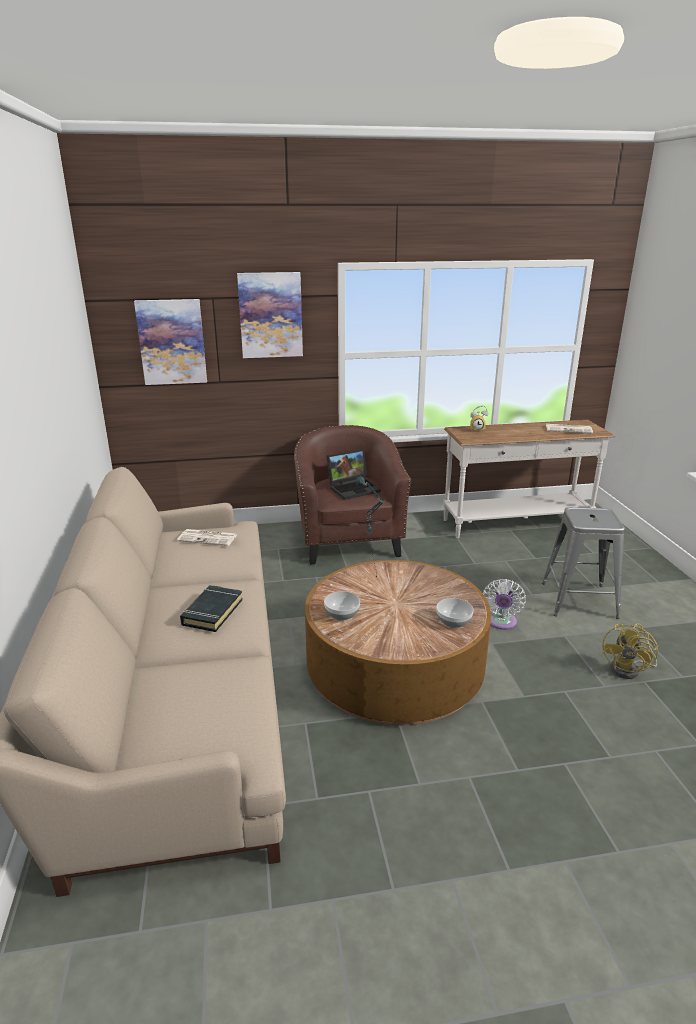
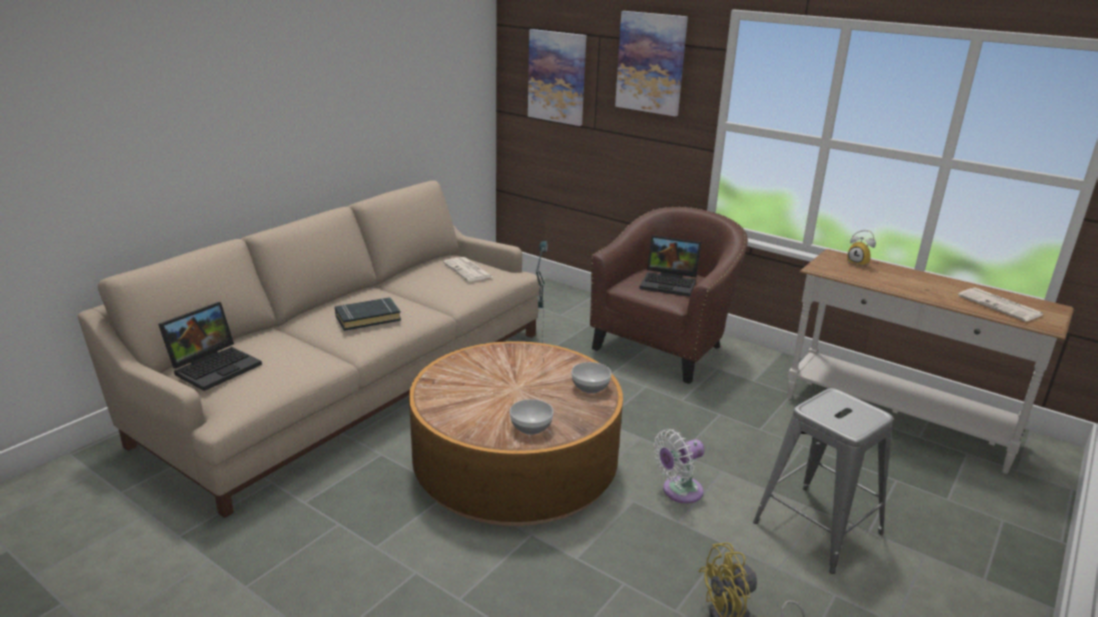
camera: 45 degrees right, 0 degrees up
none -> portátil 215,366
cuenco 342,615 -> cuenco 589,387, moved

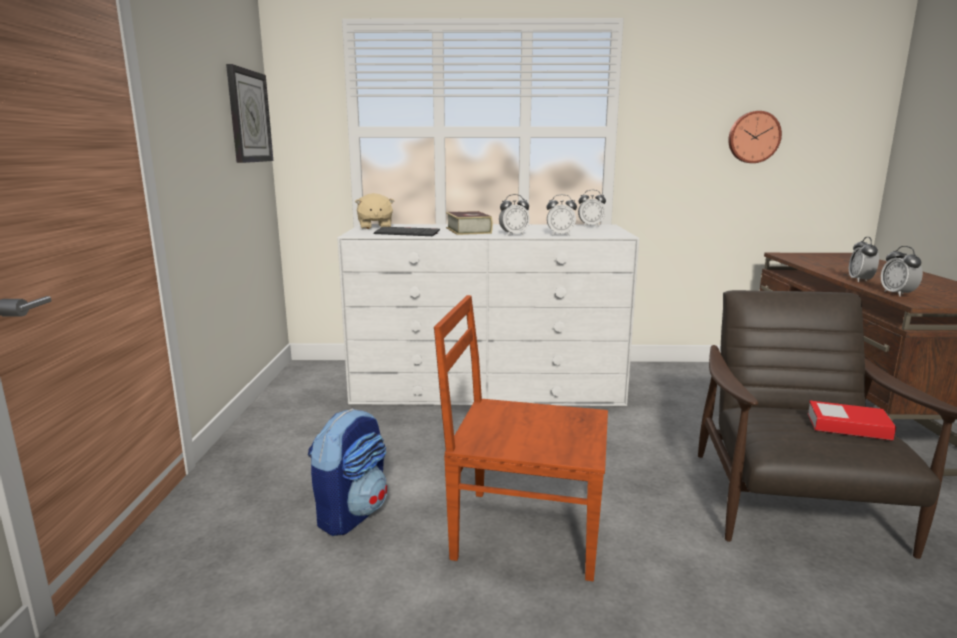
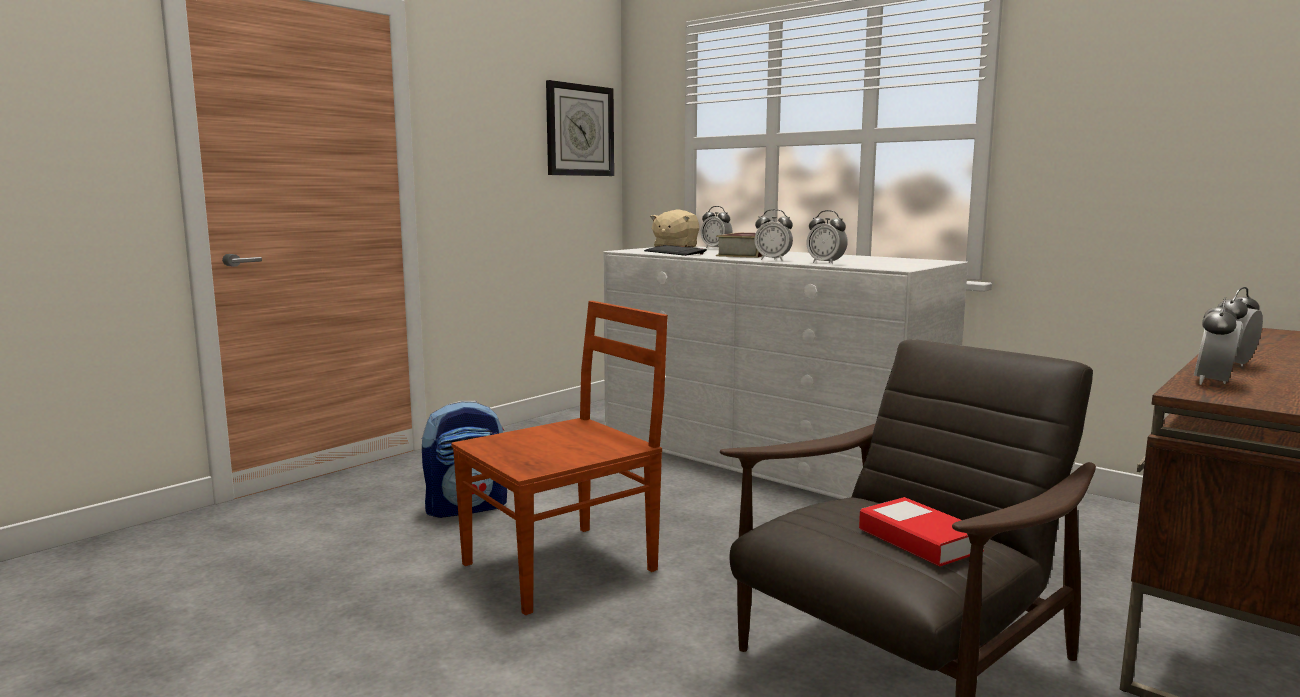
camera: 40 degrees right, 5 degrees down
reloj de pared 753,137 -> none
despertador 590,226 -> despertador 716,248, moved
silla [marrón] 523,531 -> silla [marrón] 564,565, 90 degrees clockwise

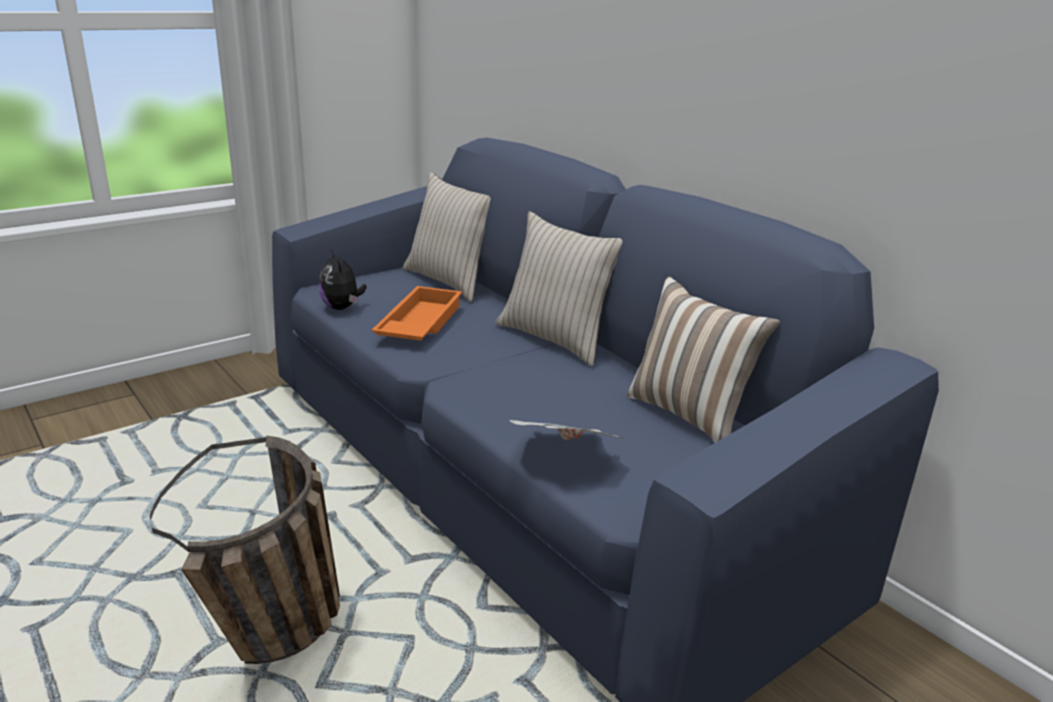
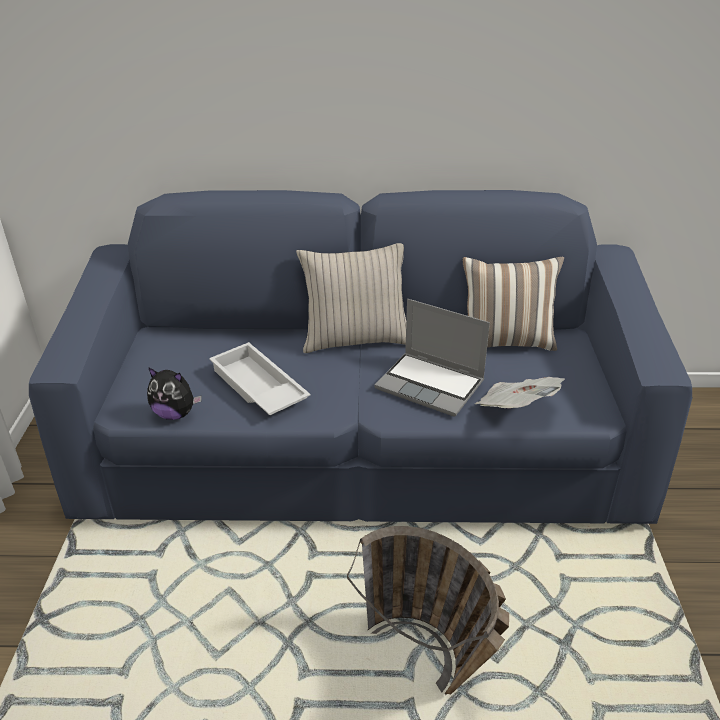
camera: 50 degrees left, 10 degrees up
cojín [beis] 450,281 -> none
none -> portátil 431,385
bandeja [naranja] 418,324 -> bandeja [blanco] 257,388

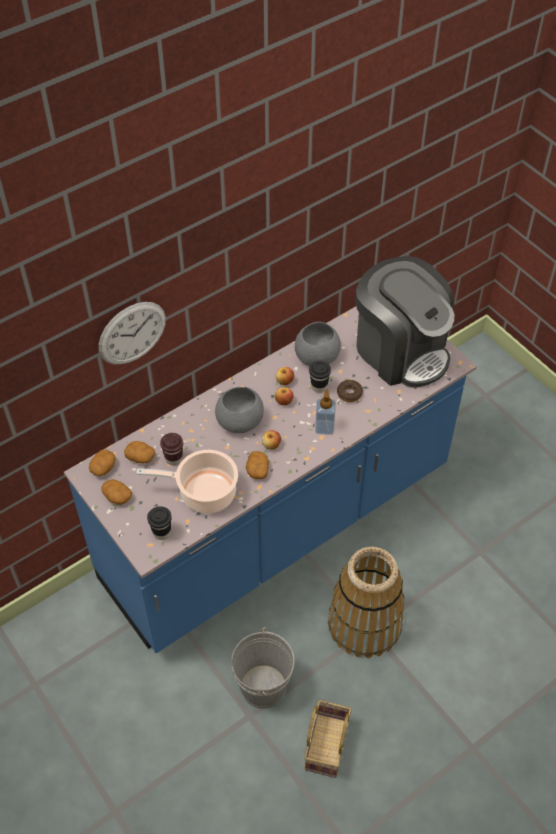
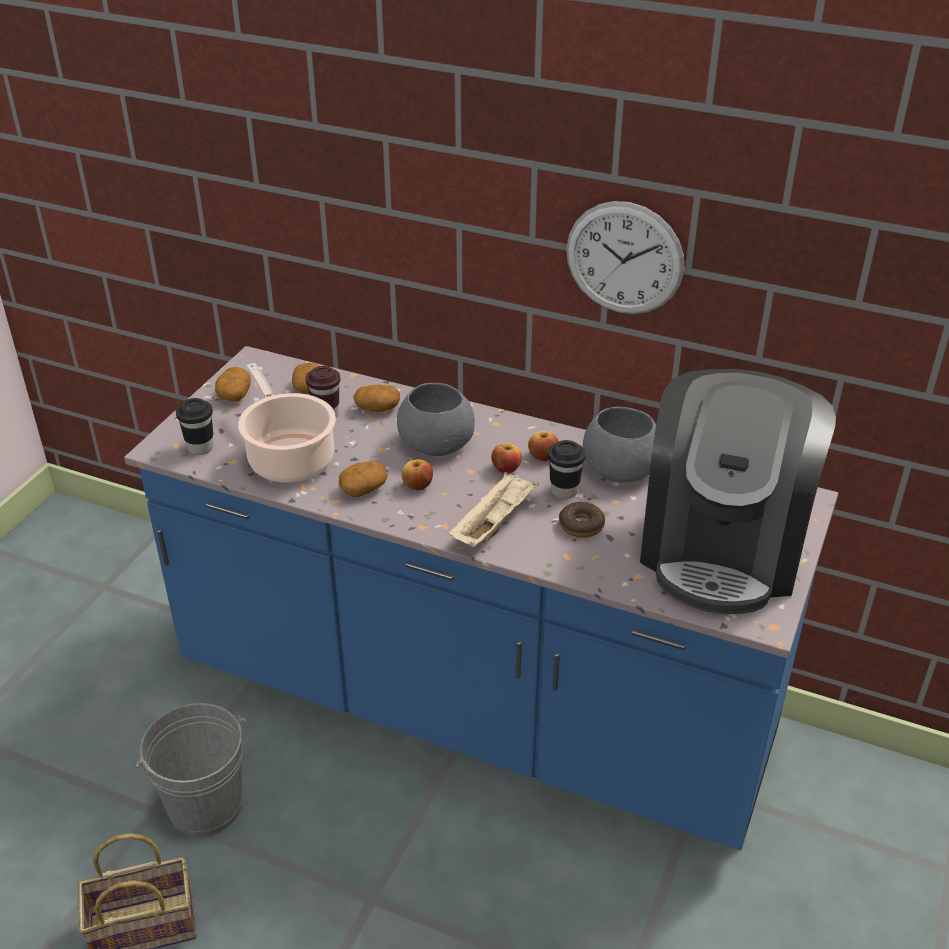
camera: 60 degrees right, 15 degrees down
cesta 365,623 -> none
patata 103,468 -> patata 377,408, moved
reloj de pared 132,333 -> reloj de pared 624,258, moved
dispensador de jabón 324,427 -> bandeja [beis] 494,523

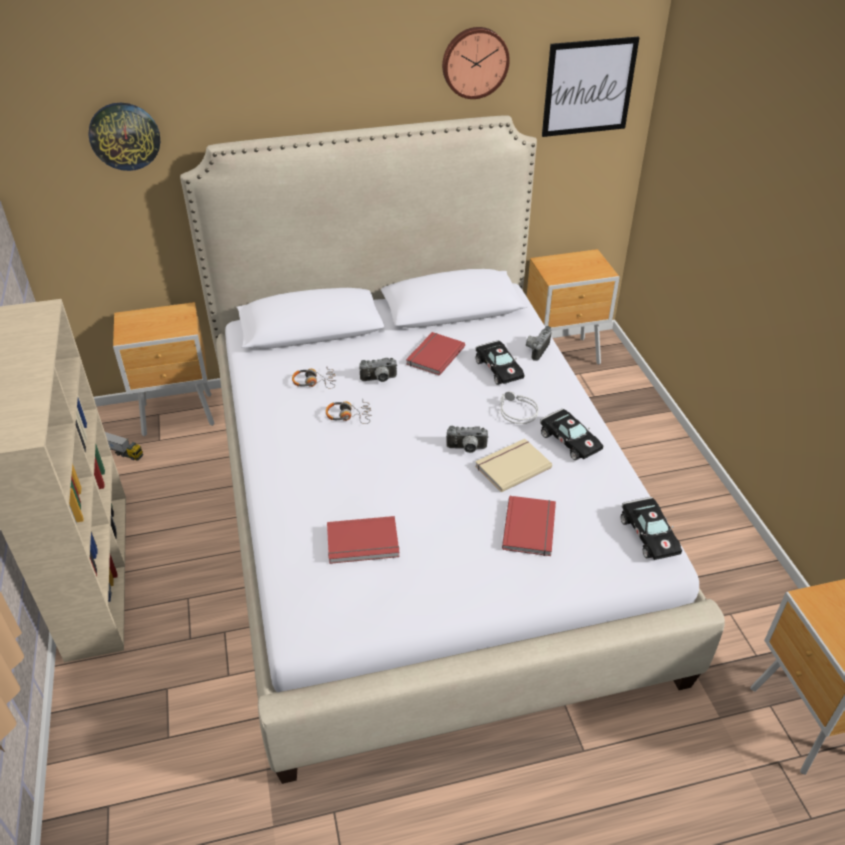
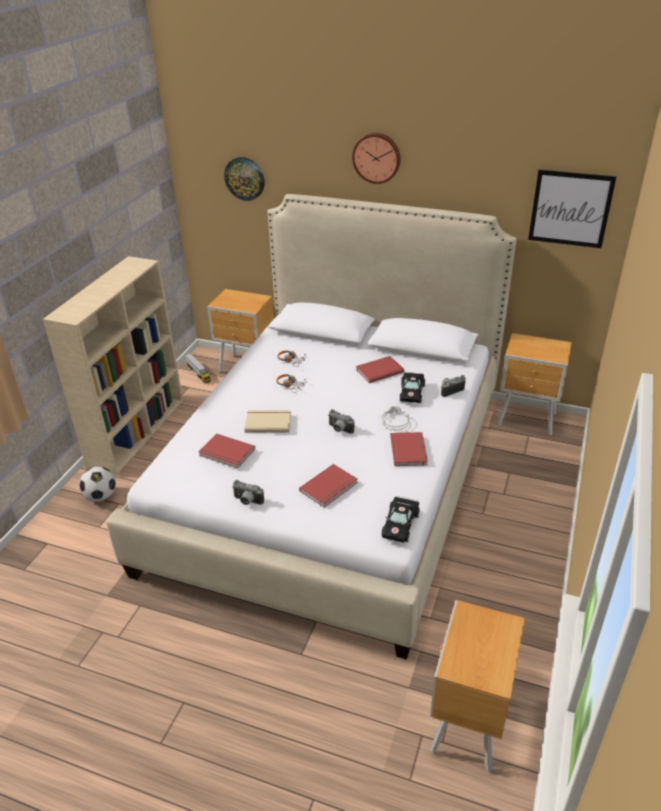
camera: 35 degrees right, 5 degrees down
none -> balón de fútbol 101,496
cámara 379,380 -> cámara 247,501, moved
reloj de pared 474,62 -> reloj de pared 377,157, moved
libro [beis] 511,466 -> libro [beis] 268,422, moved
coche de juguete [negro] 568,440 -> libro [rojo] 410,450

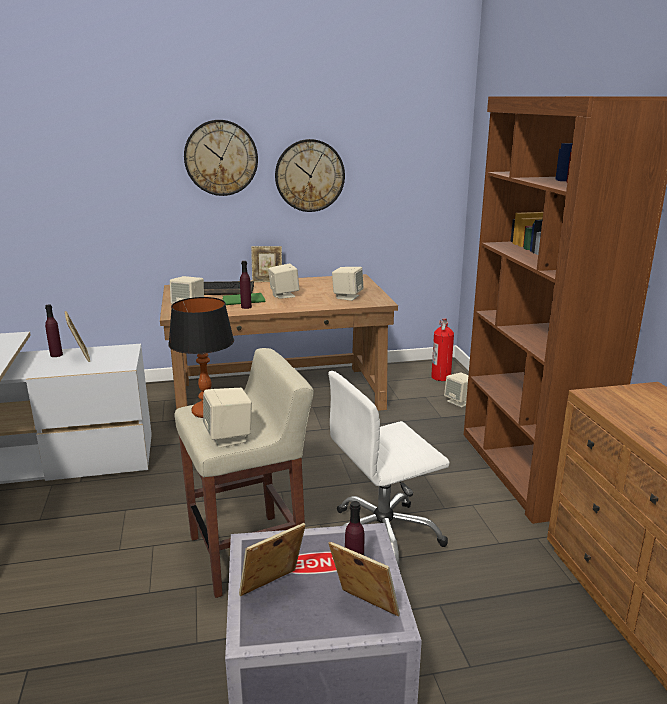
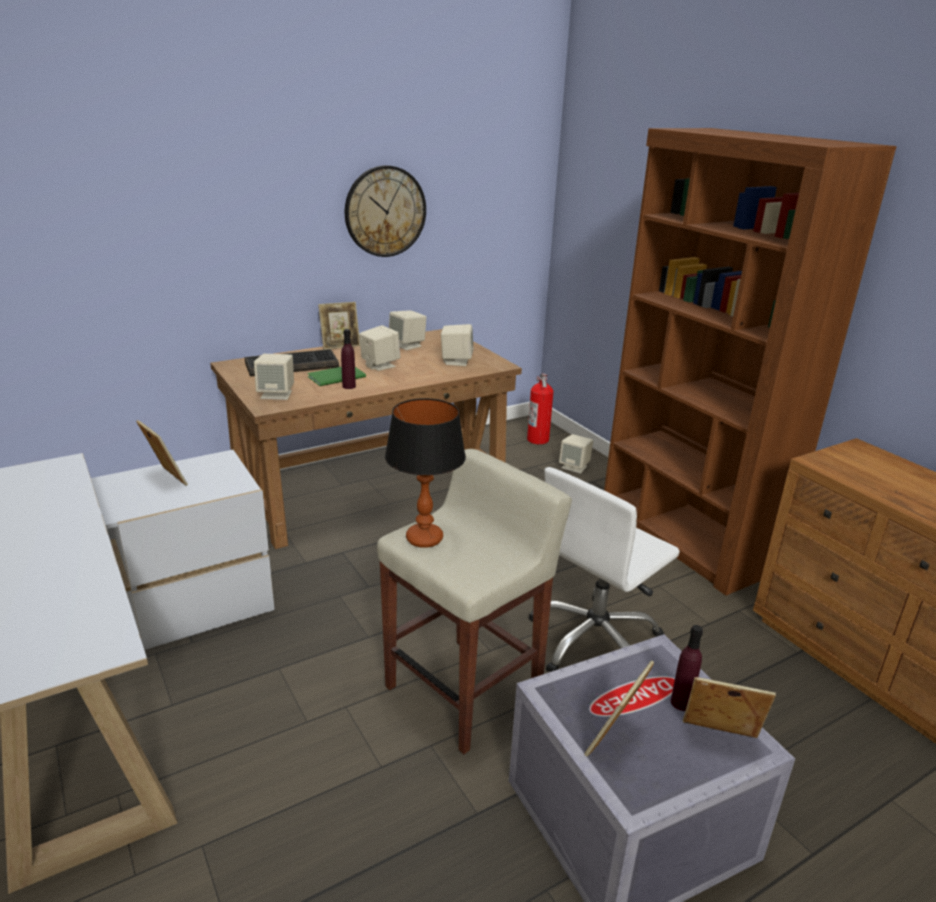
camera: 20 degrees left, 5 degrees up
botella [morado] 56,355 -> none
reloj de pared 221,158 -> none
altavoz [beis] 229,438 -> altavoz [beis] 407,345, moved

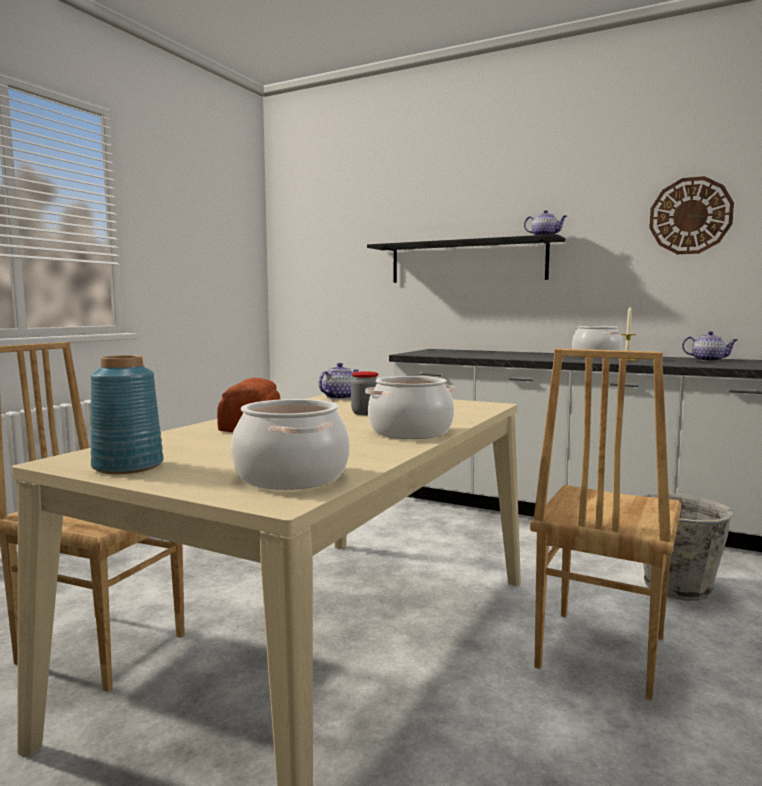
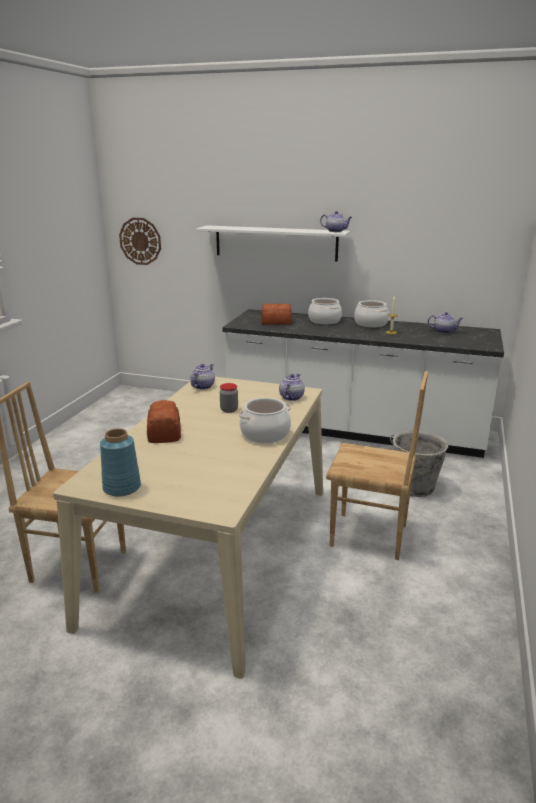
camera: 10 degrees left, 15 degrees up
none -> pan 275,322
none -> tetera 291,397
olla 292,477 -> olla 324,321, moved
reloj de pared 690,216 -> reloj de pared 140,241, moved
estante [negro] 466,262 -> estante [blanco] 275,243
silla [marrón] 598,652 -> silla [marrón] 369,537, 90 degrees counterclockwise

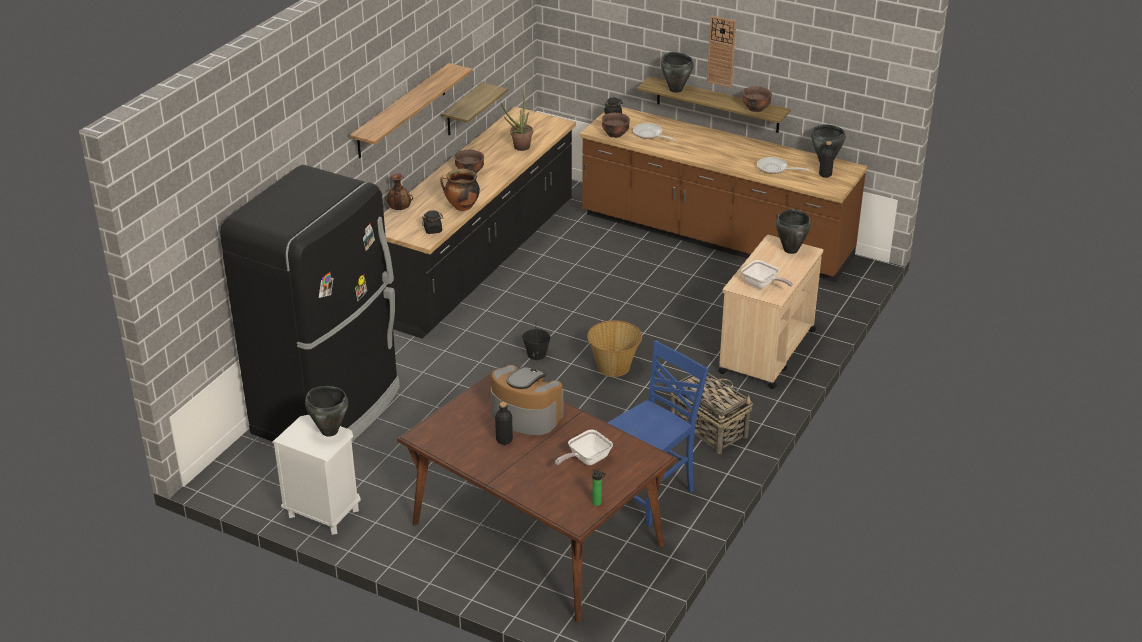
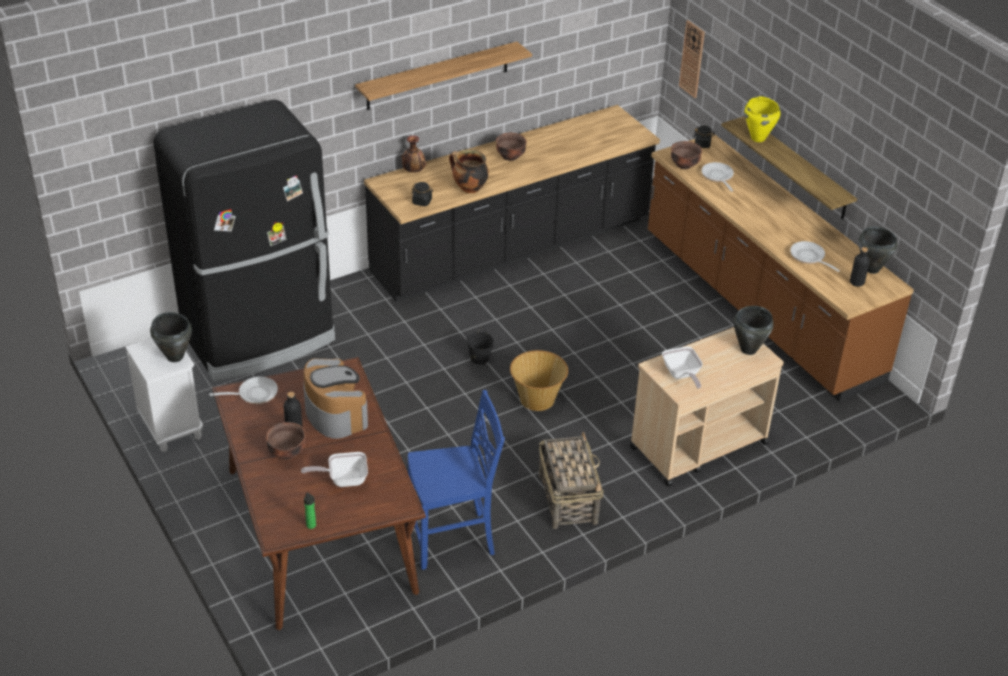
camera: 30 degrees right, 5 degrees up
estante 462,110 -> none
planta en maceta 519,148 -> none
none -> sartén 254,394
reloj de pared 721,51 -> reloj de pared 692,59, moved
cuenco [marrón] 755,108 -> cuenco [marrón] 286,452, moved
olla [negro] 675,89 -> olla [amarillo] 758,138

